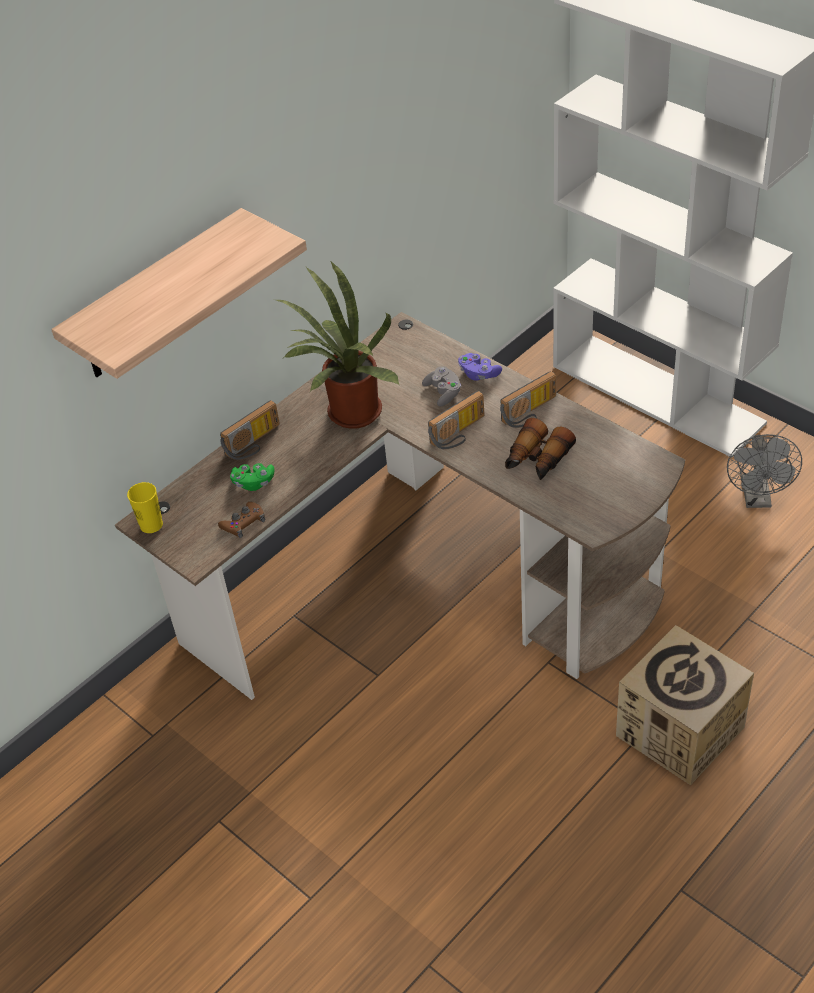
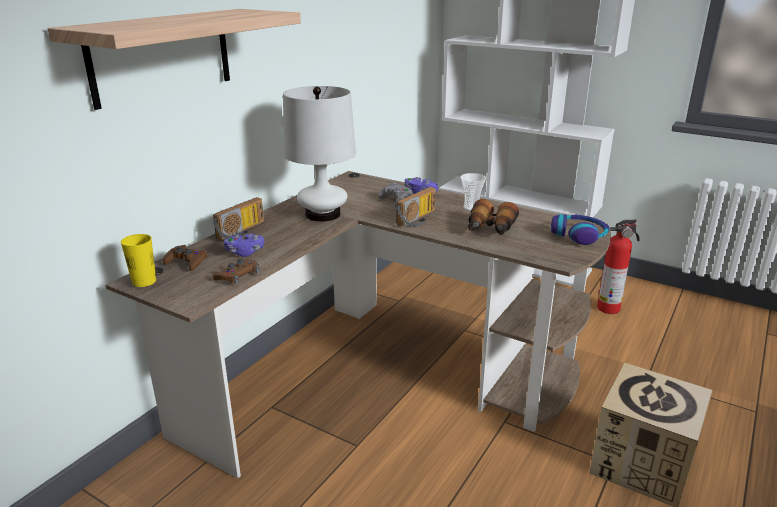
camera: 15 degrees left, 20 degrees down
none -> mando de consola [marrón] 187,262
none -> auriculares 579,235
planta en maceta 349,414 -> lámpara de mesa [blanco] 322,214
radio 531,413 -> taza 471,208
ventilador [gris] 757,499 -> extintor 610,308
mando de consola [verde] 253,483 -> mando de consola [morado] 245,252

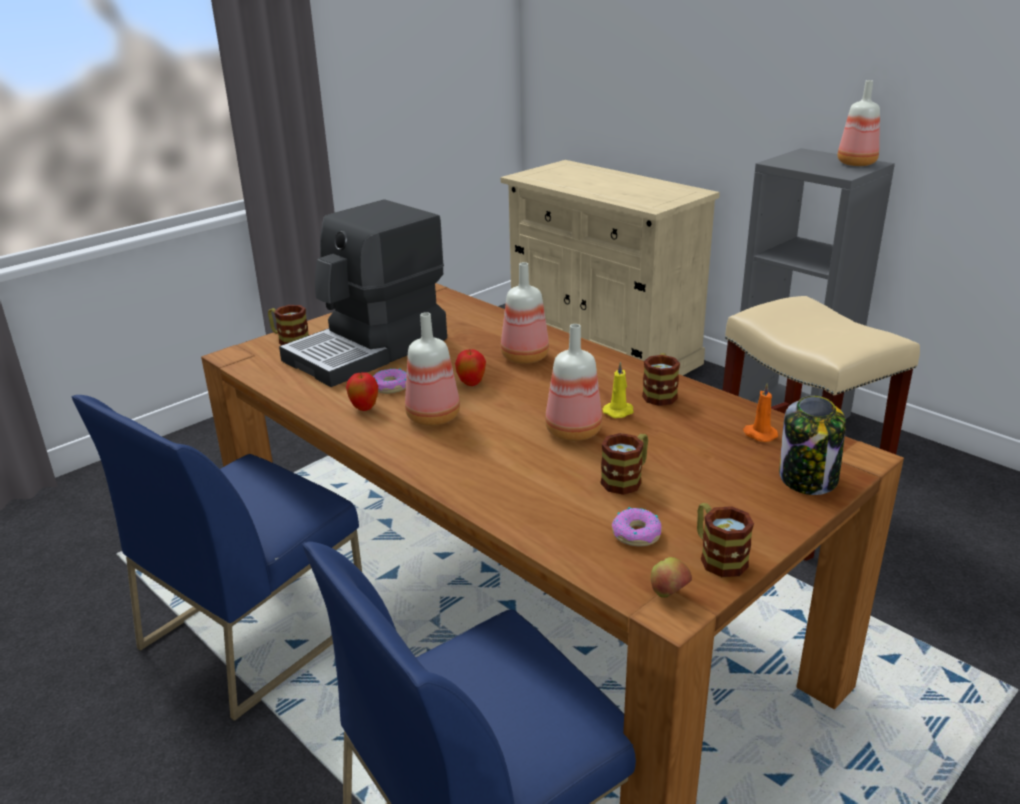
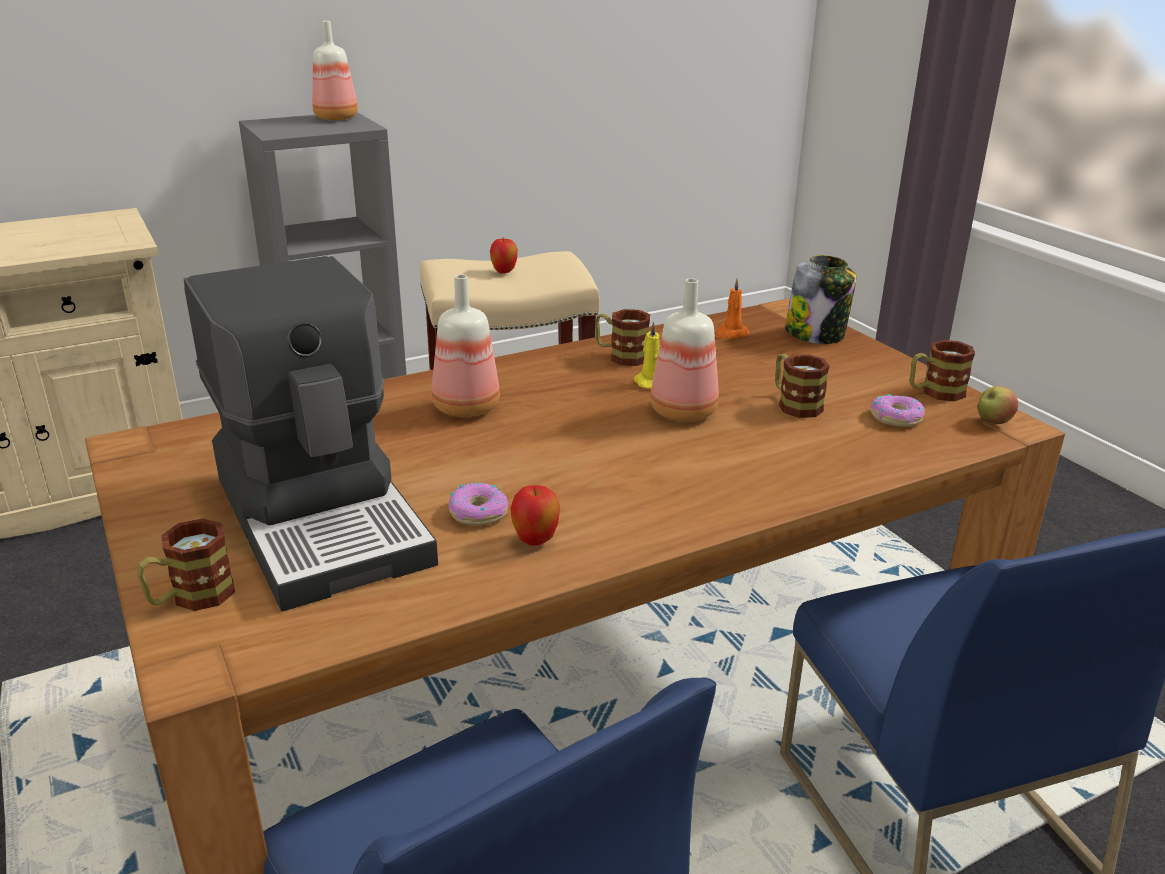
camera: 75 degrees left, 0 degrees up
botella 435,417 -> none
manzana 471,384 -> manzana 504,272, moved

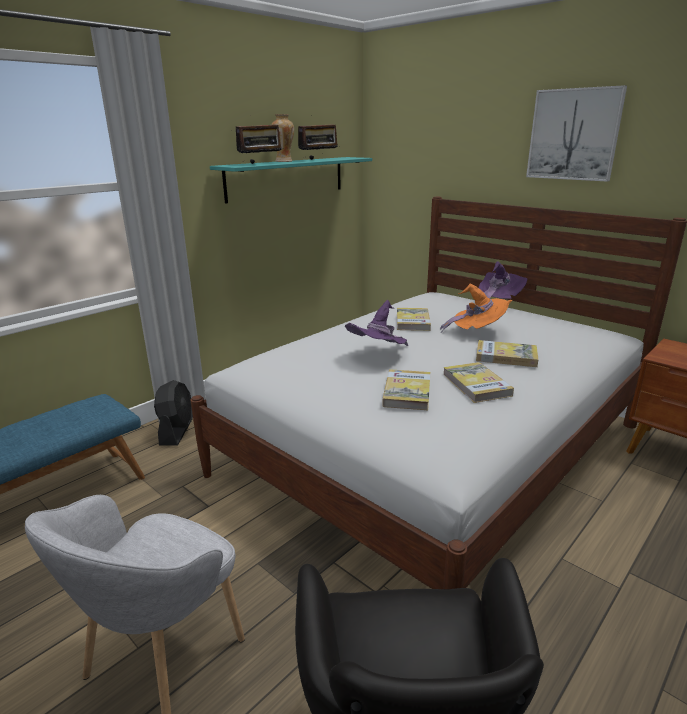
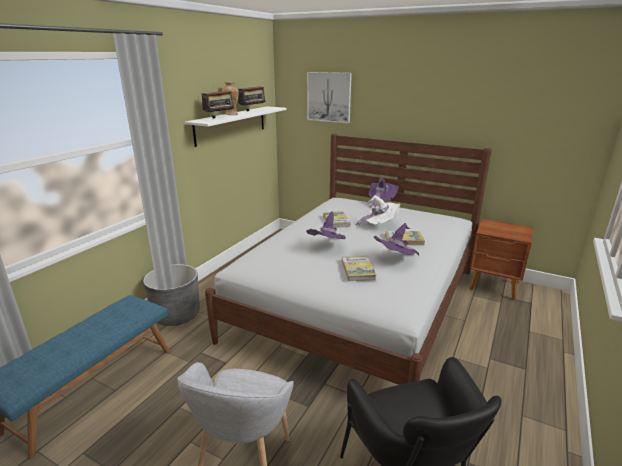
camera: 15 degrees left, 0 degrees up
cuadro 573,134 -> cuadro 329,97, moved
ventilador [negro] 177,431 -> maceta [gris] 176,315
libro 476,385 -> sombrero [morado] 395,260
estante [turquesa] 287,178 -> estante [blanco] 231,125
sombrero [naranja] 477,332 -> sombrero [blanco] 379,225

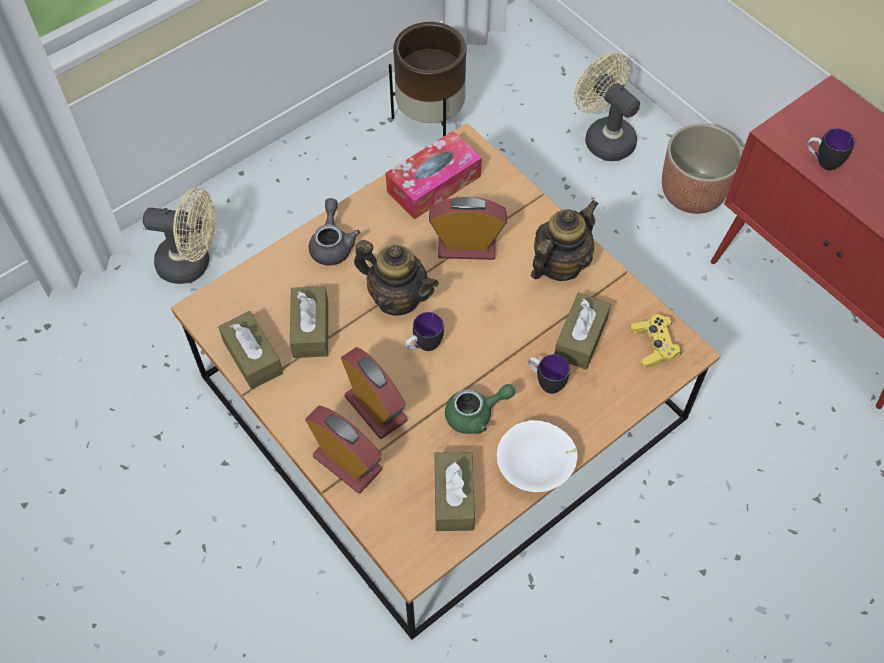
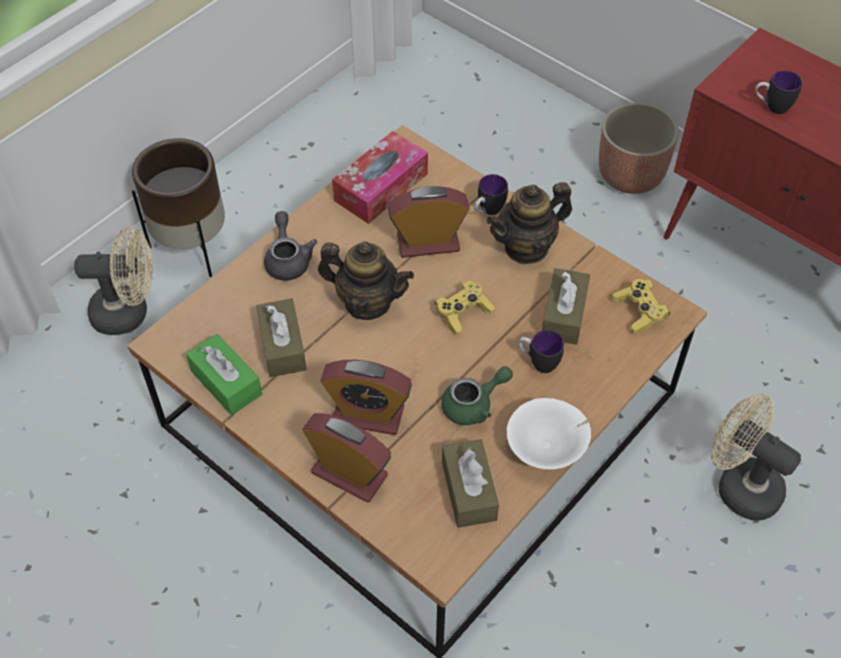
camera: 10 degrees left, 5 degrees down
none -> mando de consola [amarillo] 463,313
maceta [marrón] 431,122 -> maceta [marrón] 193,247, moved
taza grande 423,346 -> taza grande 487,211, moved
ventilador [beis] 603,137 -> ventilador [beis] 740,485, moved
caja de pañuelos [marrón] 252,357 -> caja de pañuelos [verde] 226,383
despertador 376,408 -> despertador 368,415, 150 degrees clockwise
tetera 559,264 -> tetera 526,247, 150 degrees counterclockwise

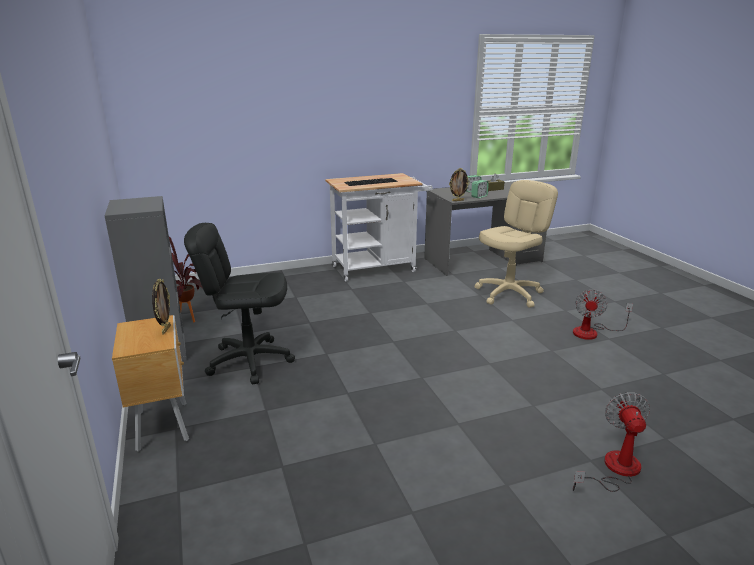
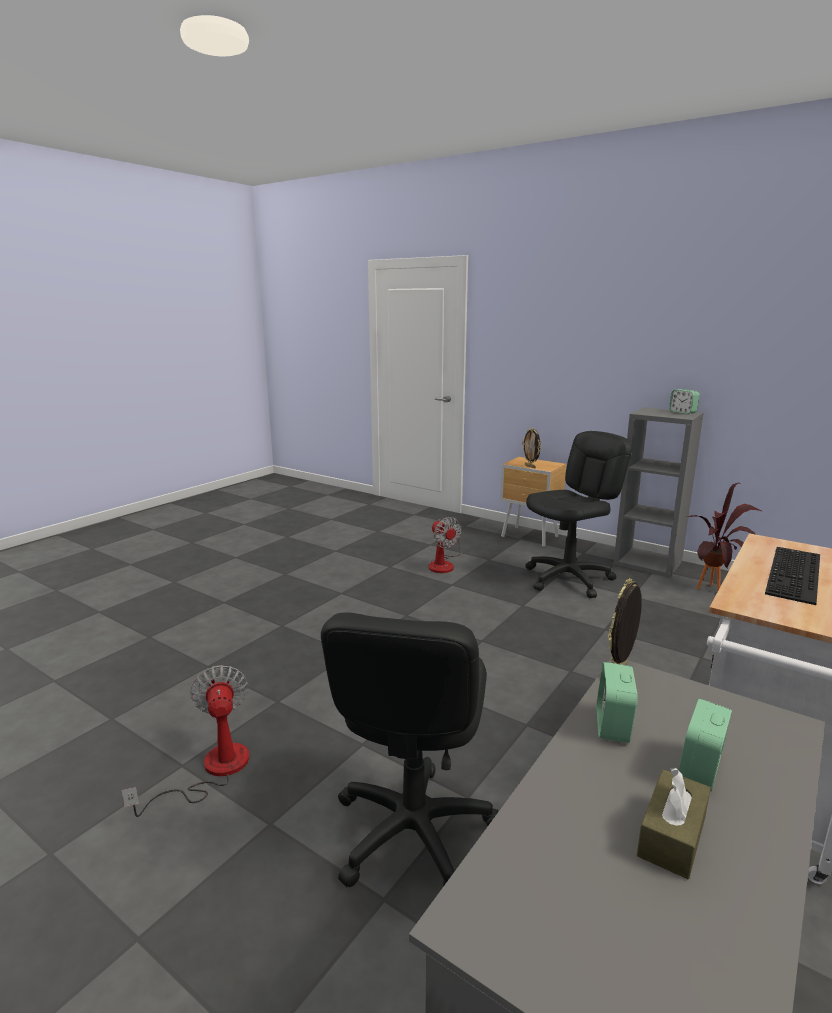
camera: 145 degrees right, 5 degrees down
none -> despertador 682,412
ventilador 614,469 -> ventilador 444,564, moved
silla de oficina [beis] 509,294 -> silla de oficina [negro] 413,832

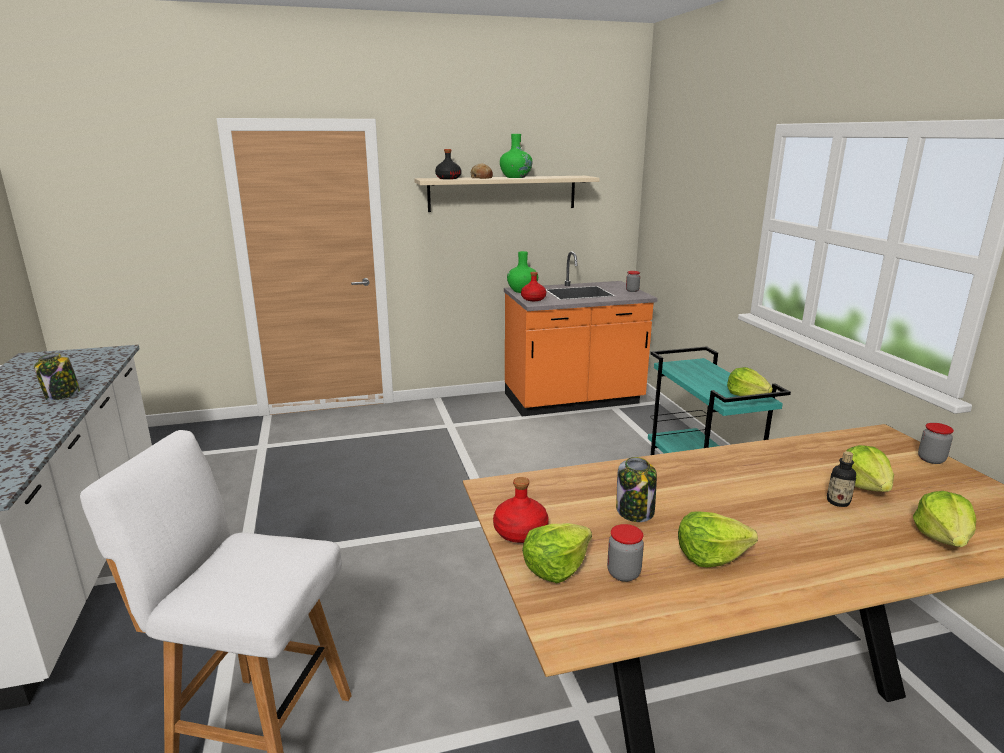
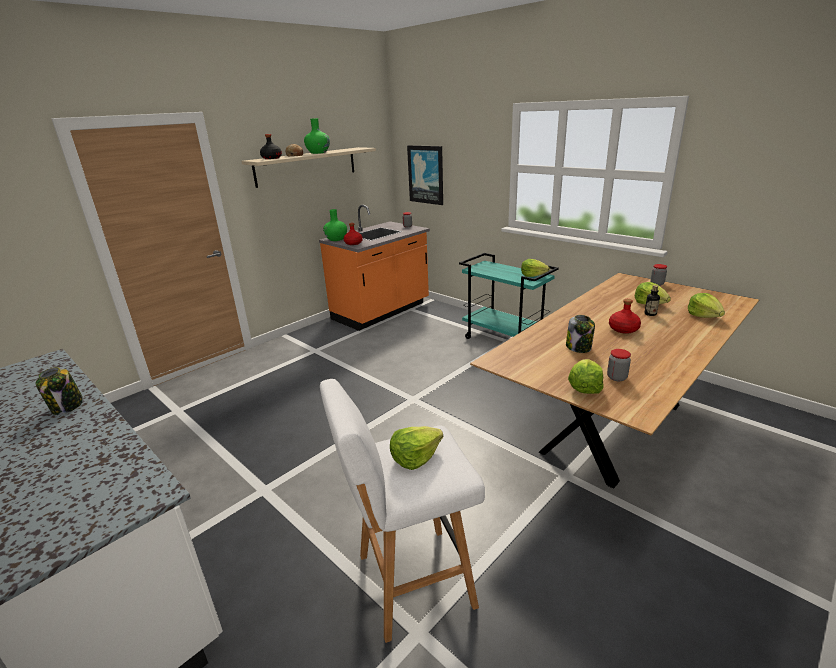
camera: 30 degrees left, 5 degrees up
none -> cuadro 426,174
botella [rojo] 520,532 -> botella [rojo] 623,329, moved
lechuga 710,555 -> lechuga 415,457, moved

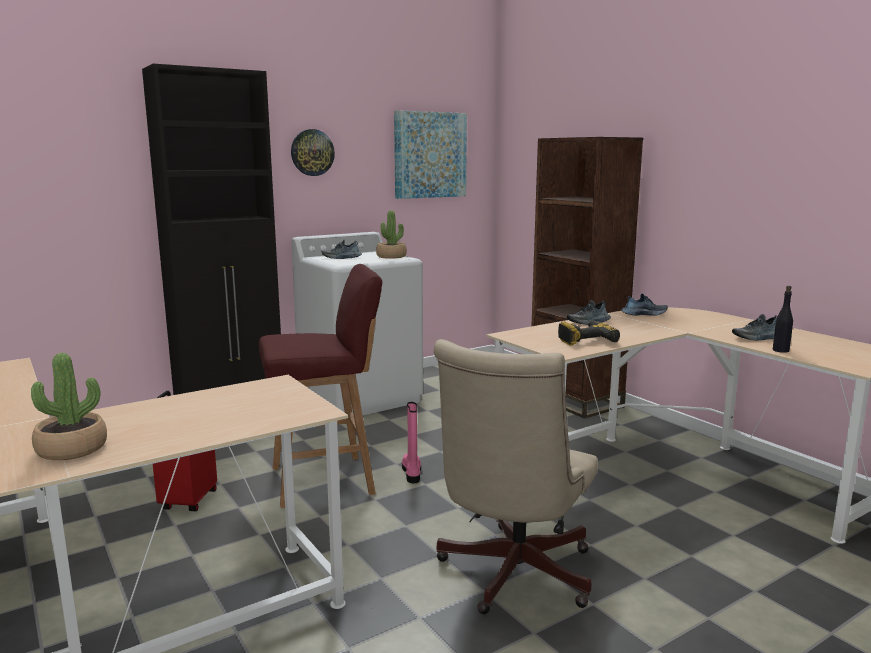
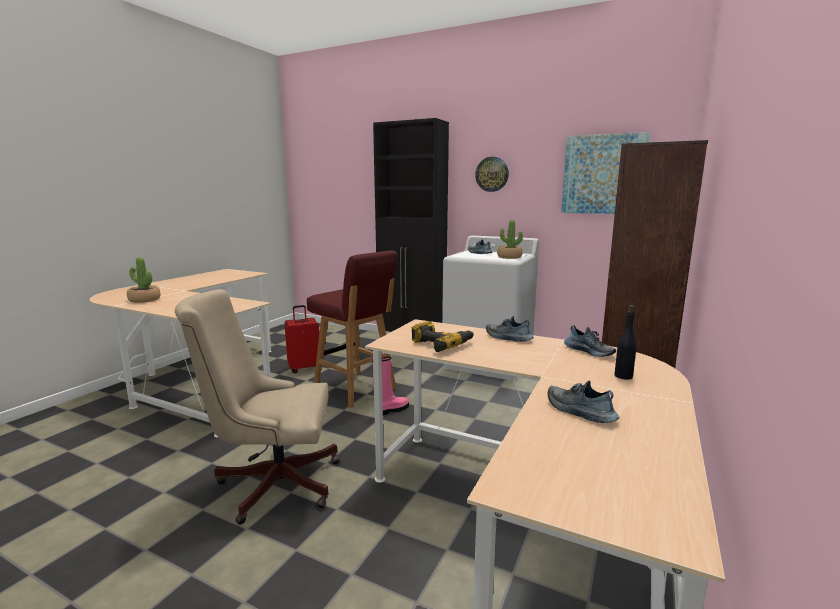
camera: 60 degrees right, 0 degrees up
botella [negro] 780,350 -> botella [negro] 623,376, moved

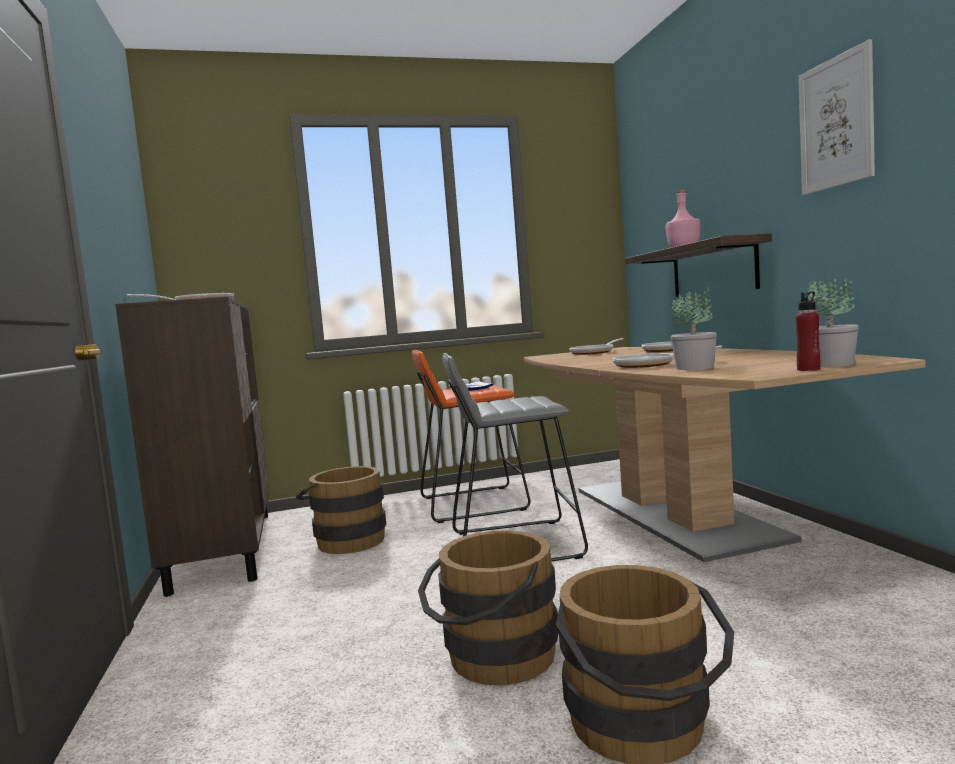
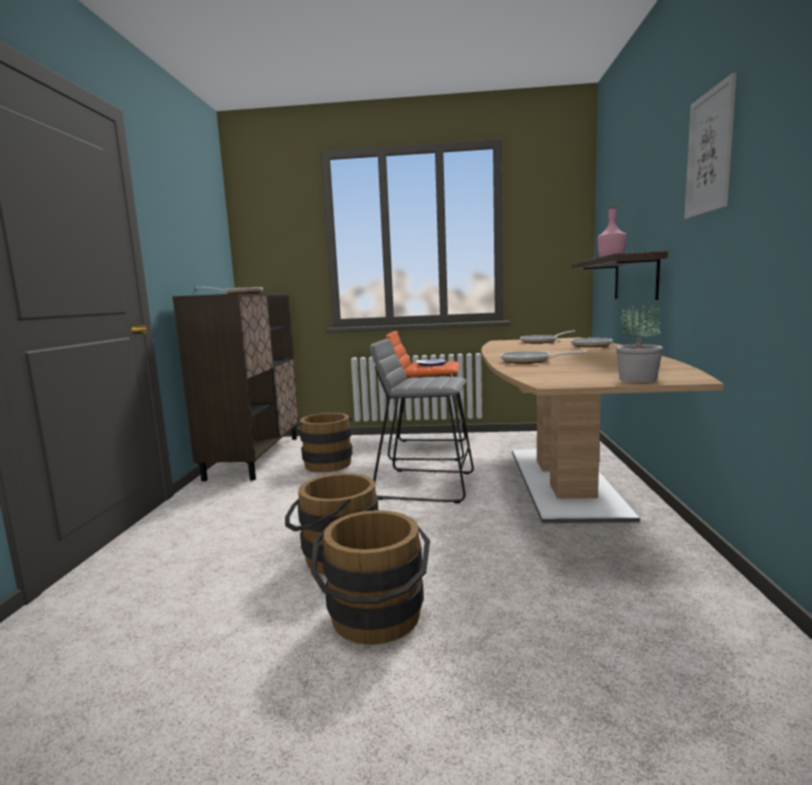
camera: 20 degrees right, 5 degrees up
planta en maceta 695,367 -> none
botella [rojo] 808,369 -> none

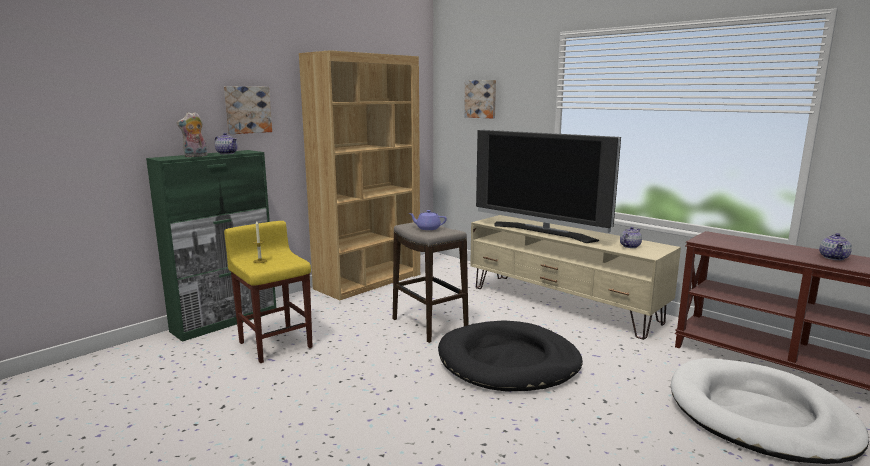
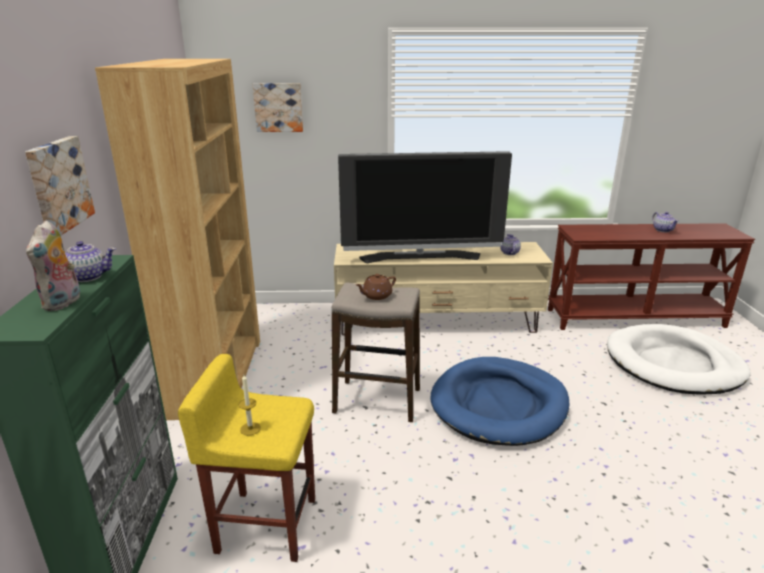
camera: 45 degrees left, 10 degrees up
tetera [morado] 427,228 -> tetera [marrón] 376,296
cama para perro [negro] 508,361 -> cama para perro [azul] 499,404

